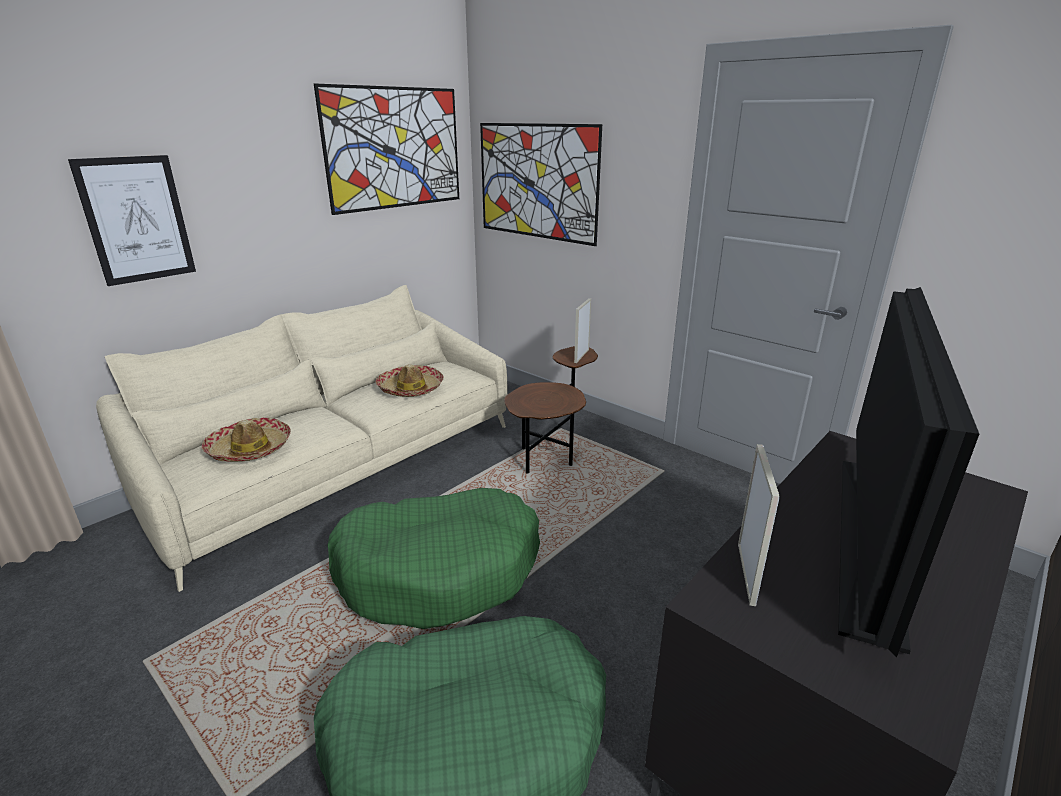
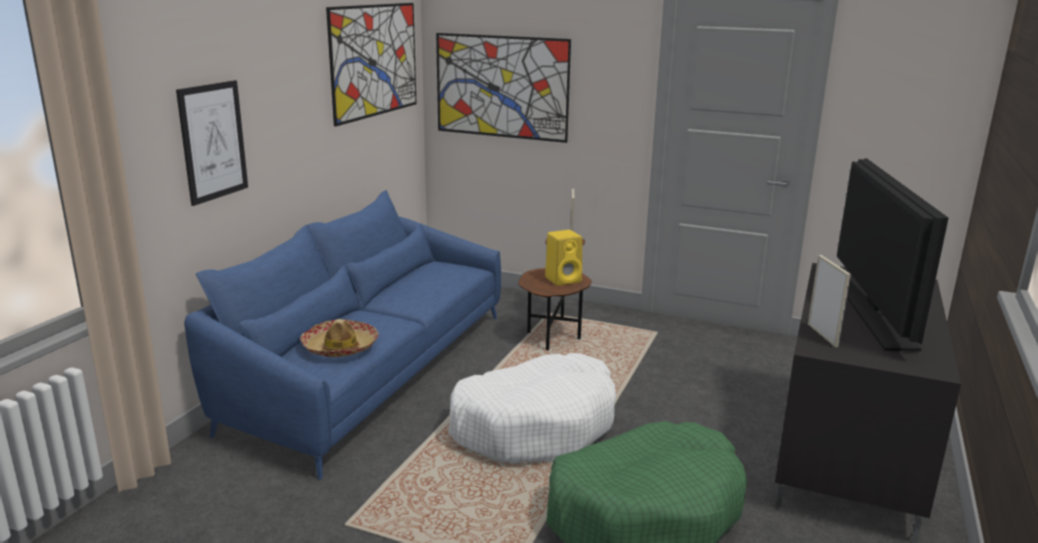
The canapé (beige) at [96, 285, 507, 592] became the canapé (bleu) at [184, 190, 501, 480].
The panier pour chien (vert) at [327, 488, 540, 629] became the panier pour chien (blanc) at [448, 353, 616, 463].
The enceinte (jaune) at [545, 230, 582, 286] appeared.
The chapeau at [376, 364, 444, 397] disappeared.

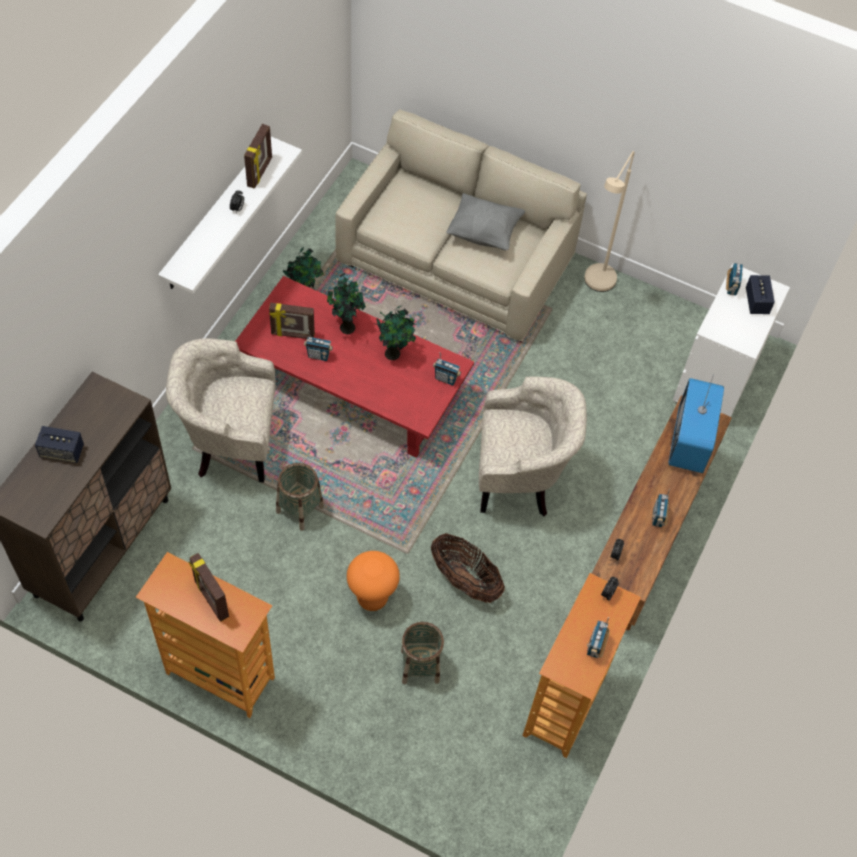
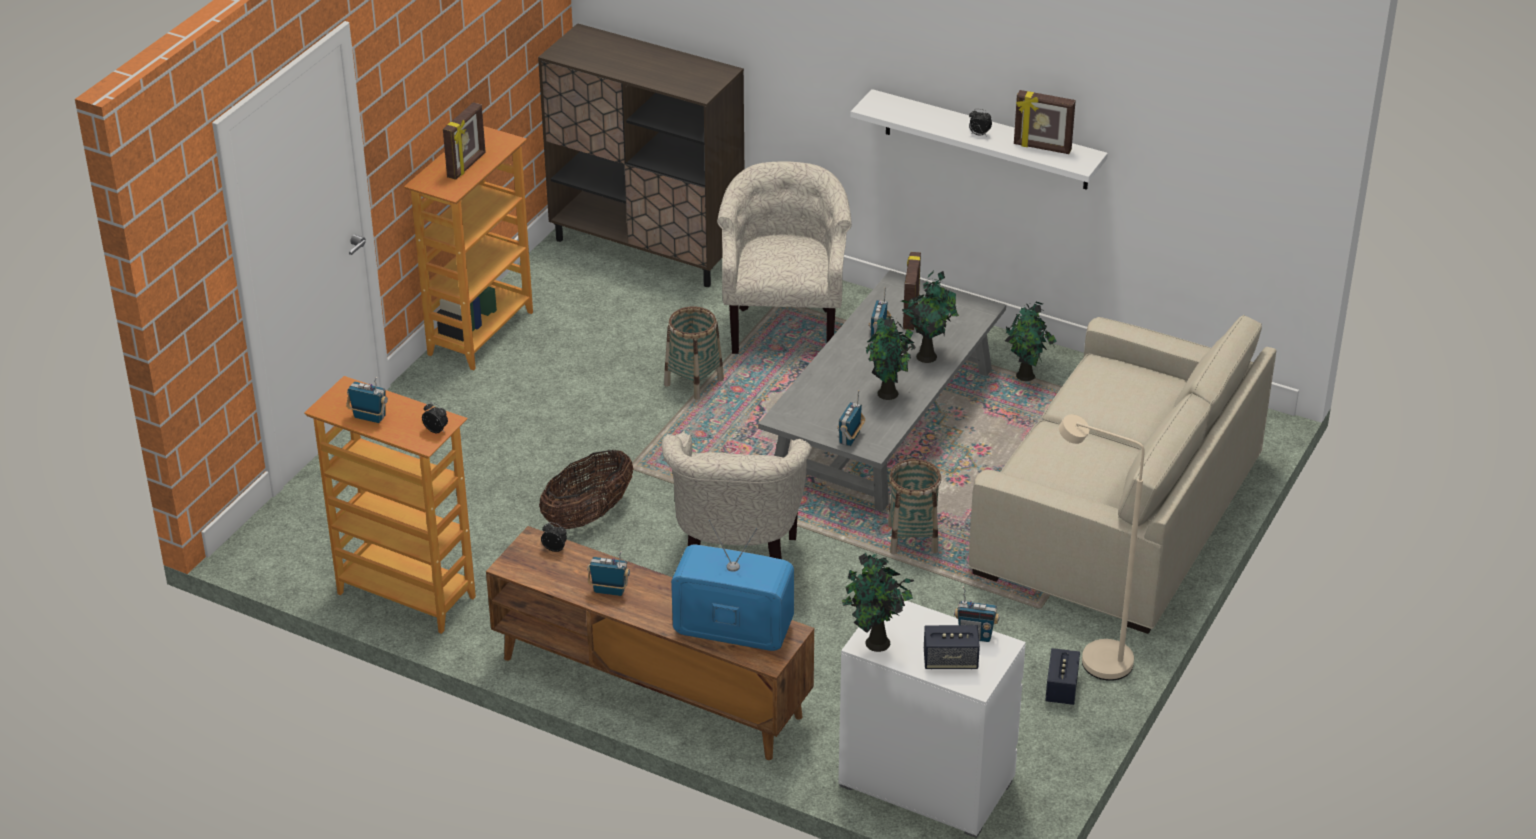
The cadre photo at [189, 553, 229, 621] turned 150 degrees clockwise.
The table basse (rouge) at [235, 276, 474, 458] became the table basse (gris) at [758, 270, 1006, 512].
The plante en pot at [842, 553, 914, 652] appeared.
The panier moved from [401, 622, 444, 684] to [888, 459, 941, 554].
The enceinte moved from [35, 426, 84, 463] to [1045, 648, 1080, 705].
The tabouret (orange) at [347, 551, 400, 611] disappeared.
The coussin (gris) at [446, 193, 525, 250] disappeared.

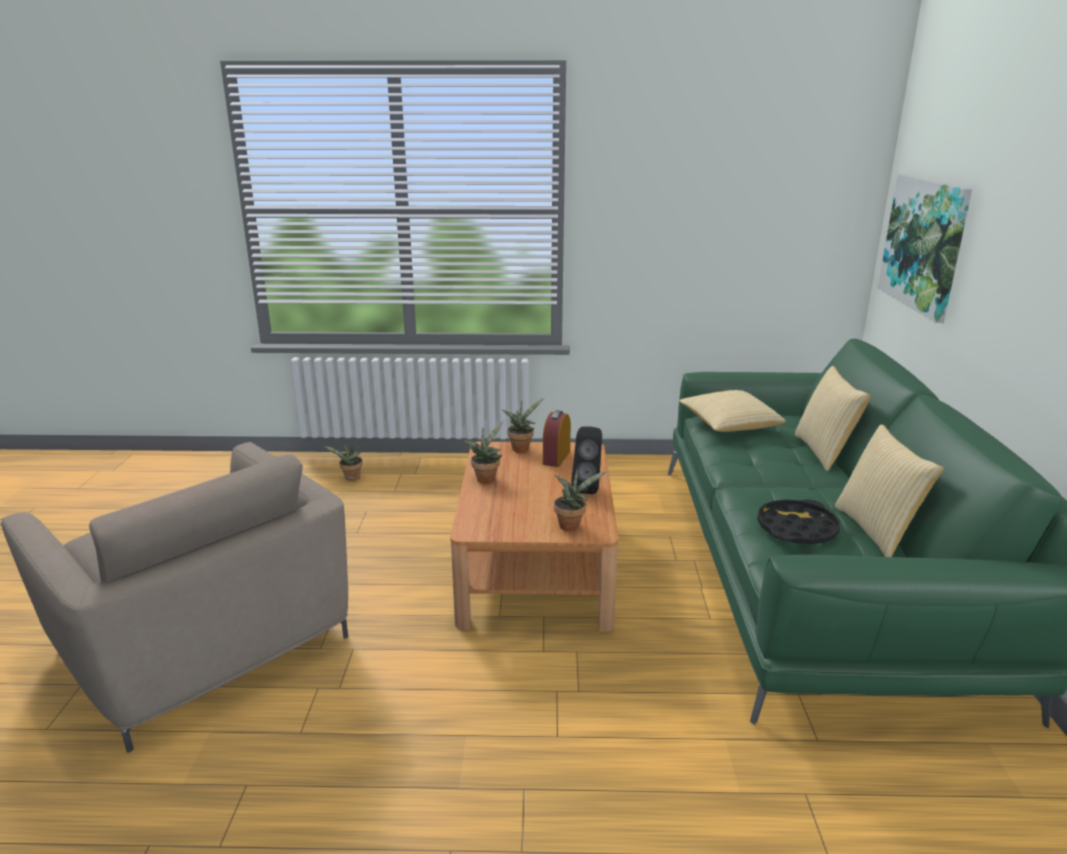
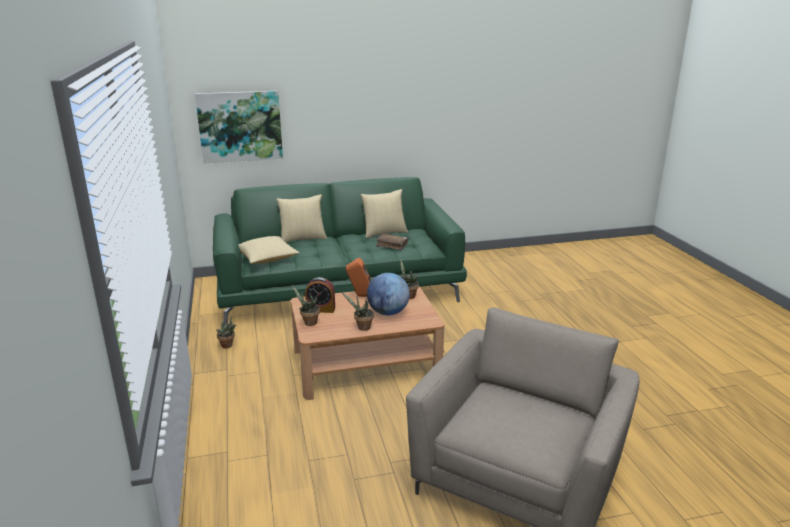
The plante en pot moved from [323, 443, 363, 481] to [216, 317, 236, 348].
The enceinte (noir) at [571, 426, 602, 494] became the enceinte (orange) at [346, 258, 371, 297].
The globe at [367, 273, 410, 315] appeared.
The plateau (noir) at [757, 499, 840, 544] was replaced by the livre (marron) at [376, 234, 408, 250].

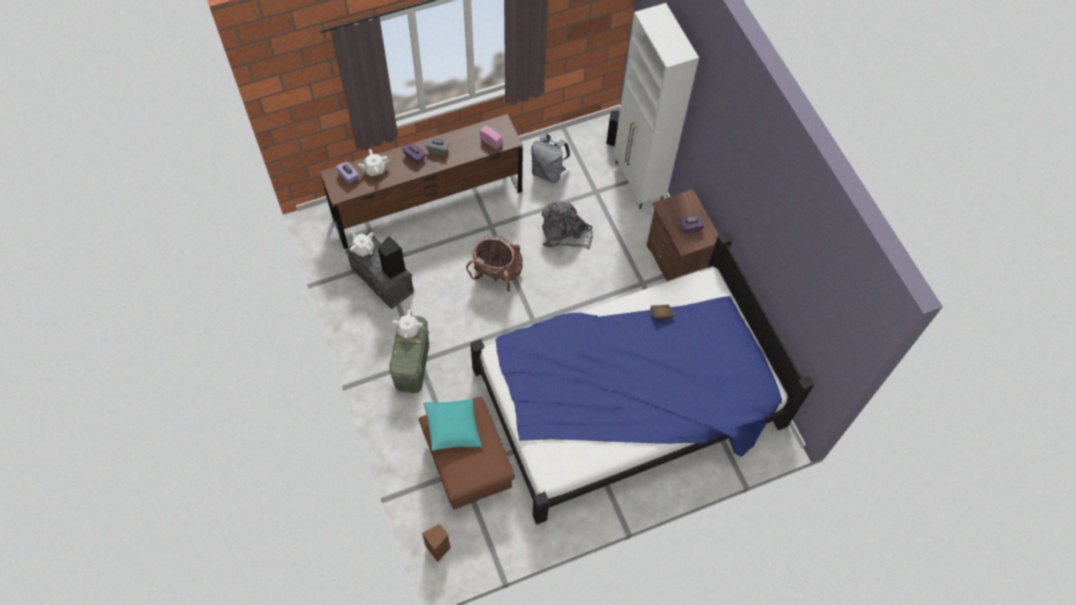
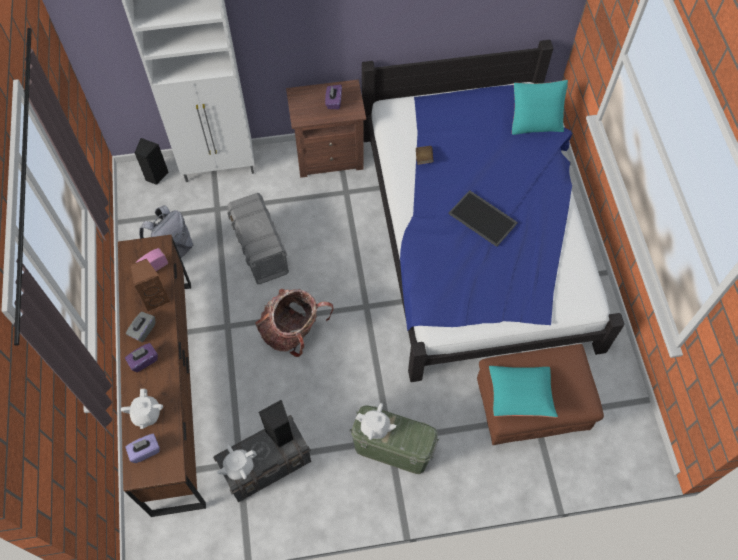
The enceinte (marron) moved from [422, 524, 451, 562] to [130, 259, 171, 312].
The sac à dos (gris) at [541, 202, 592, 250] was replaced by the boîte de rangement (gris) at [227, 193, 289, 284].
The plateau at [449, 190, 518, 247] appeared.
The coussin (turquoise) at [512, 80, 568, 135] appeared.

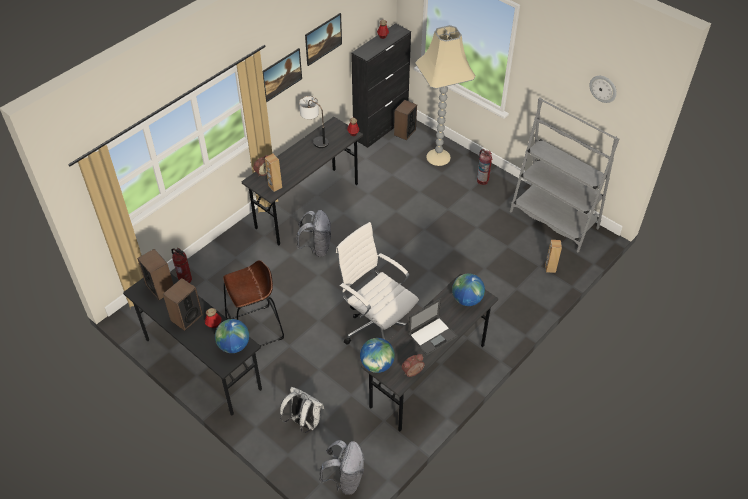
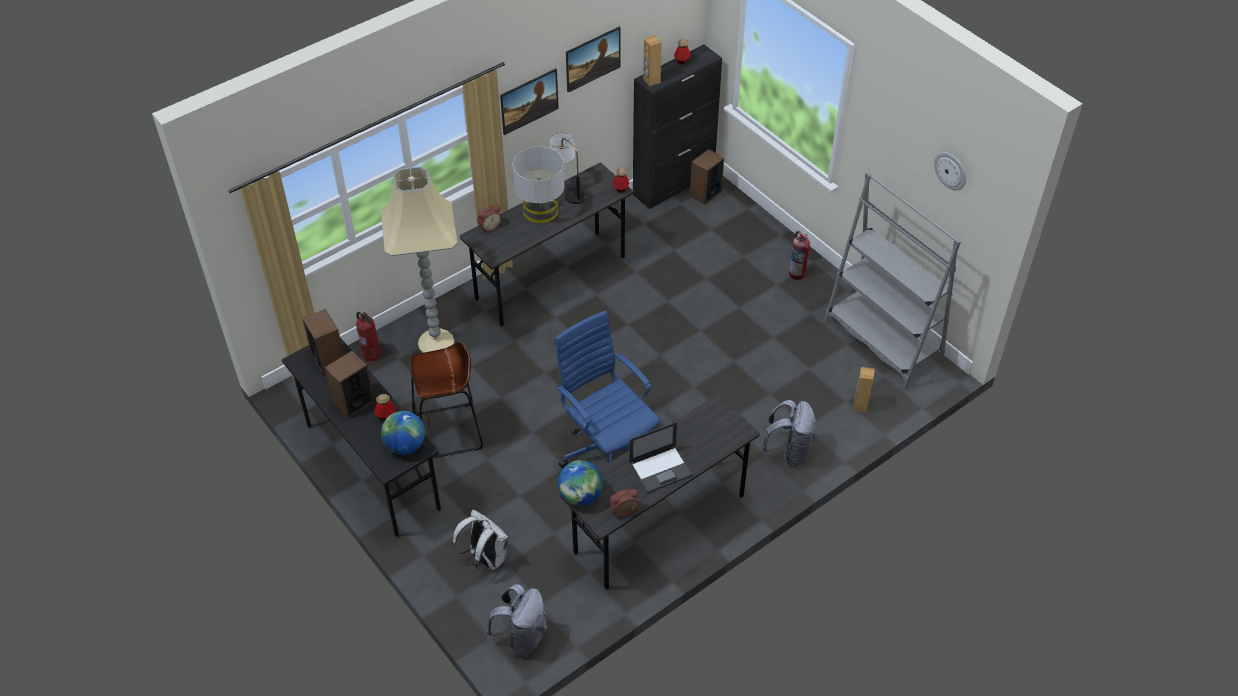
The lampadaire (beige) moved from [415, 25, 476, 166] to [381, 167, 458, 353].
The lampe de table (gris) at [513, 147, 565, 223] appeared.
The chaise de bureau (blanc) at [336, 222, 419, 345] became the chaise de bureau (bleu) at [555, 311, 660, 468].
The enceinte (marron) moved from [265, 154, 282, 192] to [643, 35, 662, 86].
The sac à dos (gris) moved from [296, 210, 331, 257] to [762, 400, 817, 467].
The globe at [452, 273, 485, 306] disappeared.

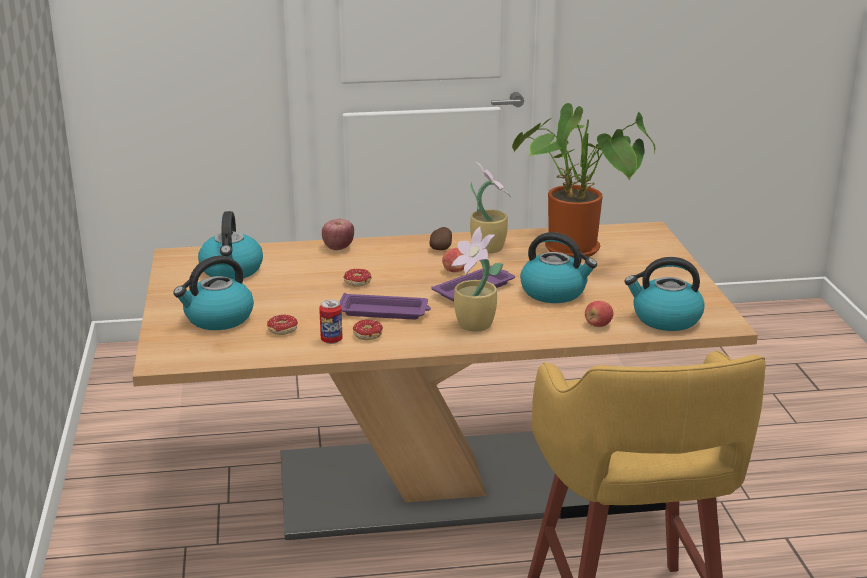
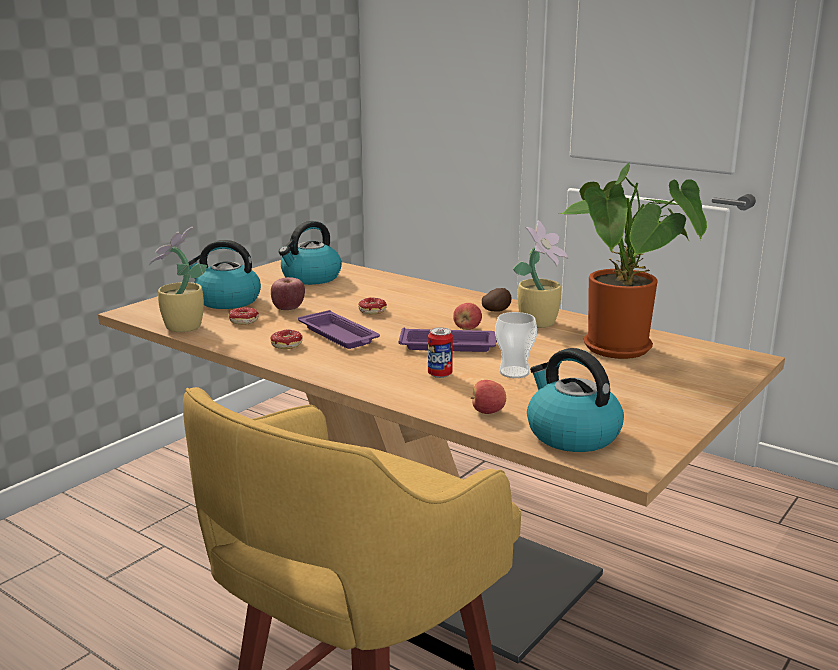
The plante en pot moved from [451, 227, 503, 332] to [149, 227, 207, 332].
The pomme moved from [322, 219, 354, 250] to [271, 277, 305, 310].
The boîte métallique moved from [319, 300, 343, 344] to [428, 327, 453, 378].
The bouilloire at [520, 232, 597, 303] was replaced by the tasse at [495, 312, 537, 378].

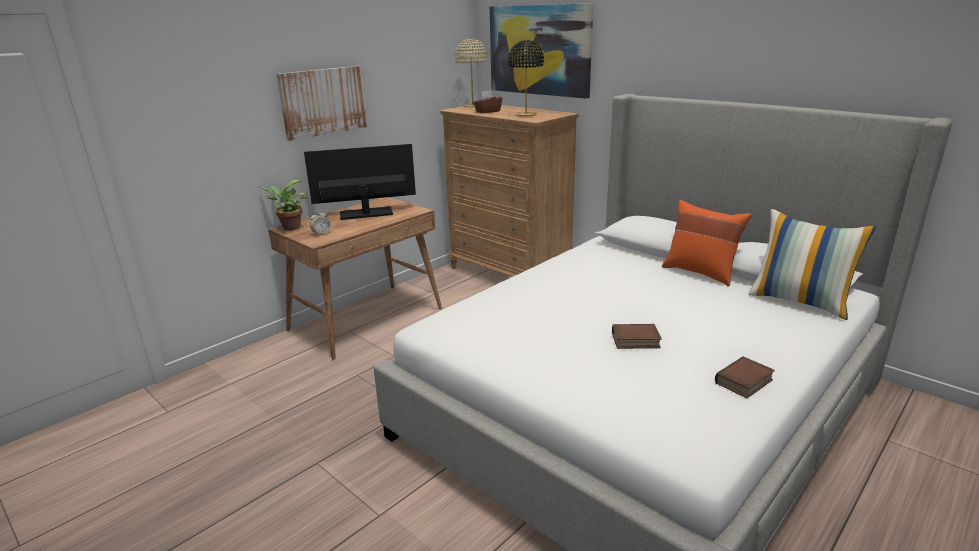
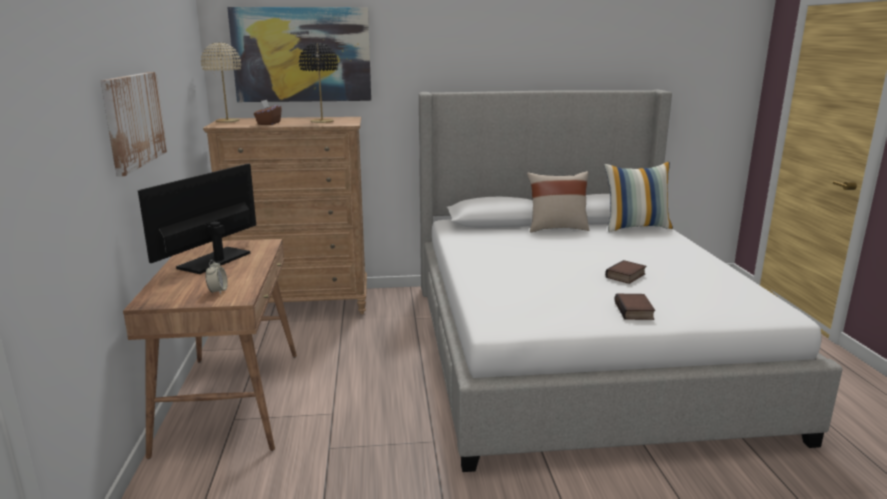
The coussin (orange) at [662, 200, 752, 286] became the coussin (beige) at [527, 171, 589, 233].
The livre moved from [715, 357, 775, 398] to [614, 294, 655, 320].
The plante en pot at [261, 180, 307, 230] disappeared.

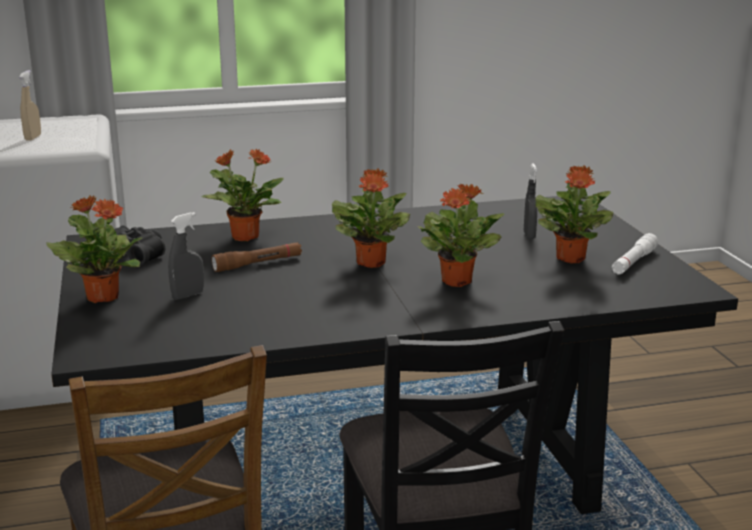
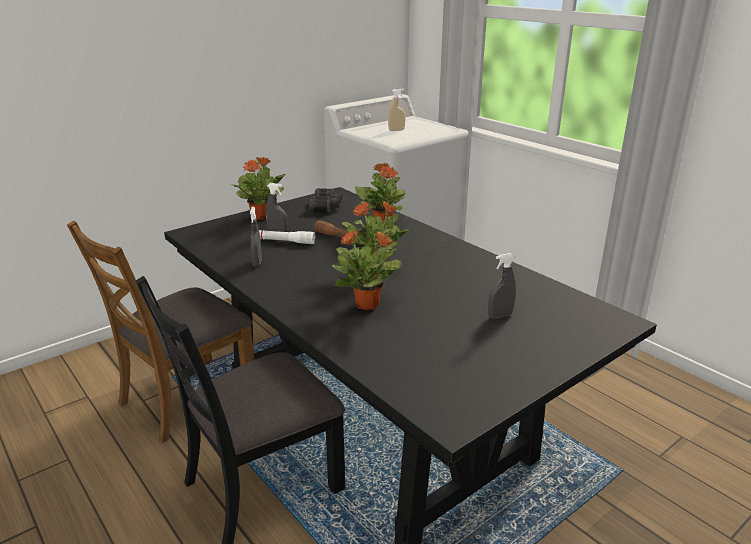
The vaporisateur (gris) at [250, 207, 262, 266] appeared.
The lampe de poche (blanc) moved from [612, 233, 658, 275] to [259, 230, 315, 244].
The plante en pot at [535, 165, 613, 263] disappeared.

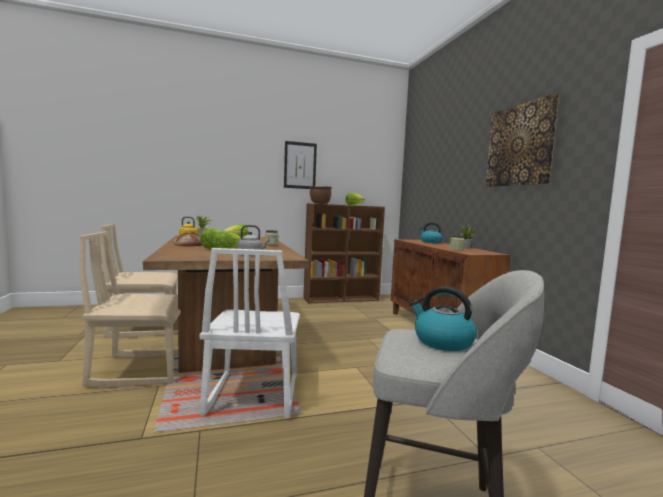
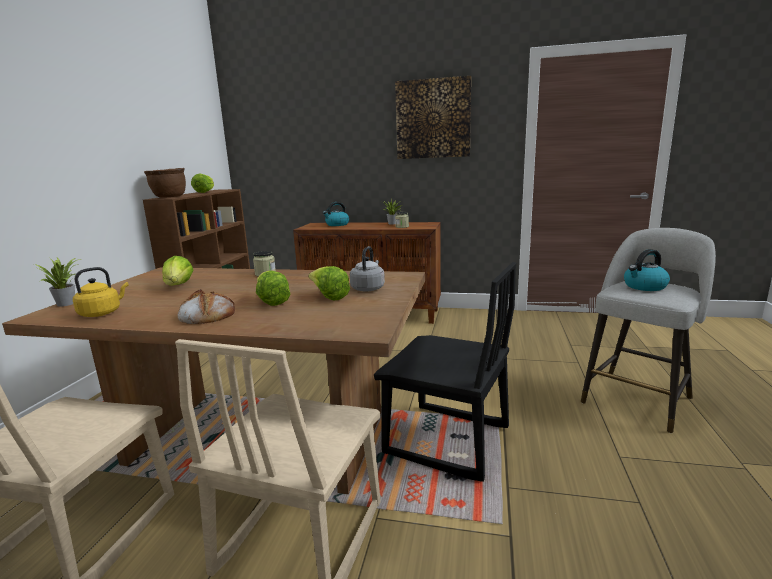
The chaise (blanc) at [199, 248, 300, 418] became the chaise (noir) at [374, 262, 516, 482].
The tableau at [284, 141, 317, 189] disappeared.

